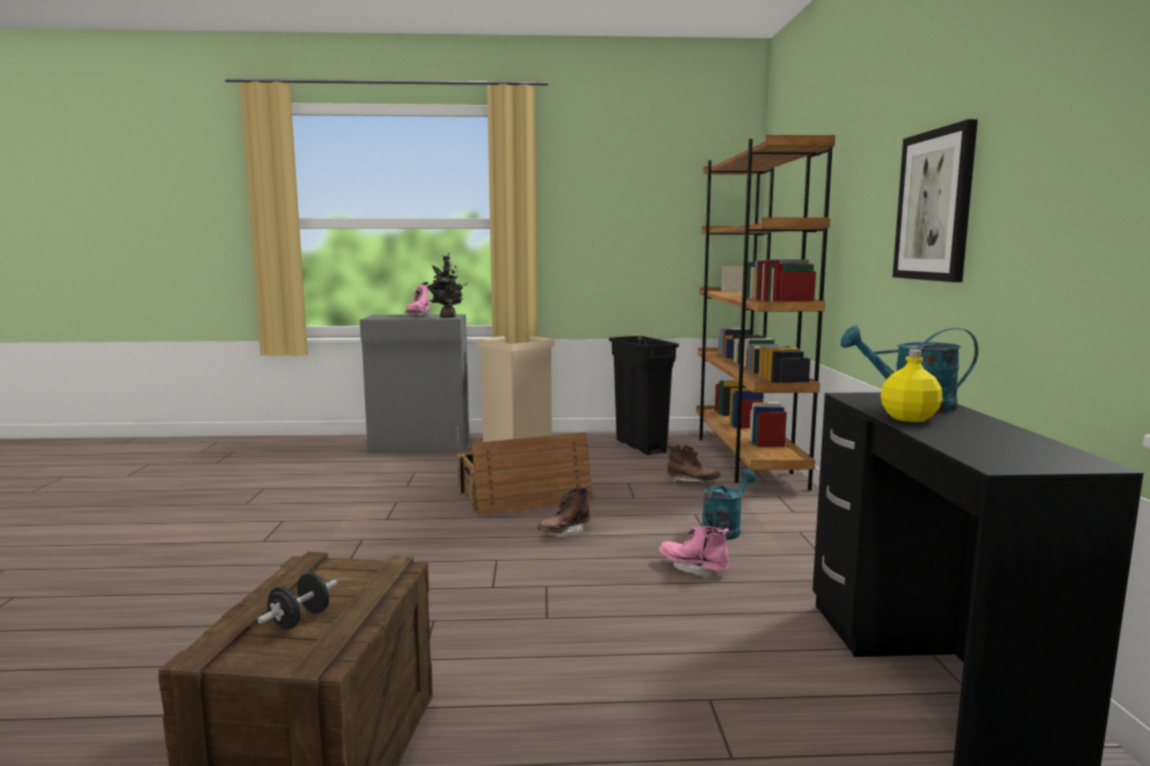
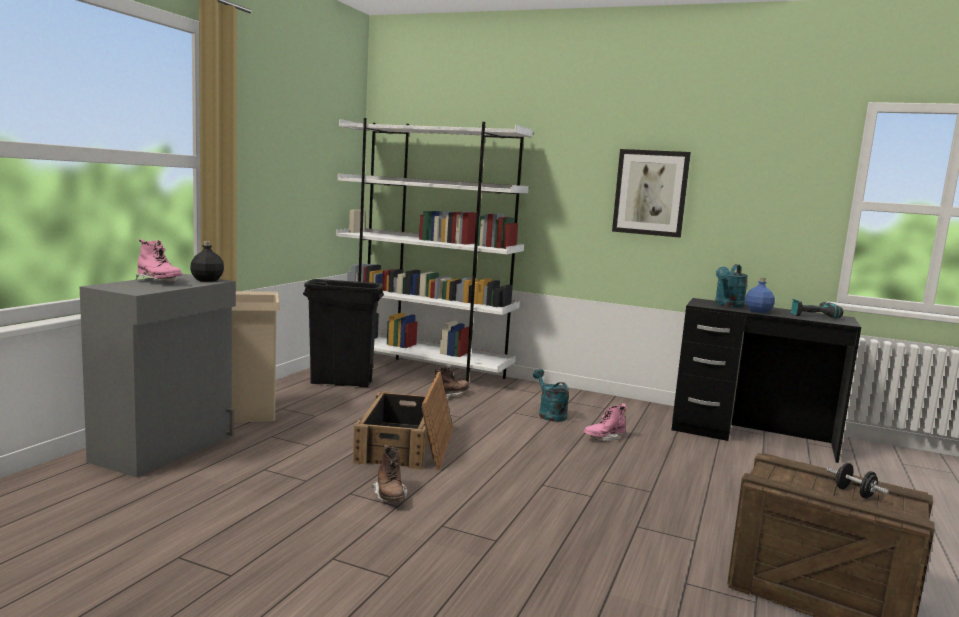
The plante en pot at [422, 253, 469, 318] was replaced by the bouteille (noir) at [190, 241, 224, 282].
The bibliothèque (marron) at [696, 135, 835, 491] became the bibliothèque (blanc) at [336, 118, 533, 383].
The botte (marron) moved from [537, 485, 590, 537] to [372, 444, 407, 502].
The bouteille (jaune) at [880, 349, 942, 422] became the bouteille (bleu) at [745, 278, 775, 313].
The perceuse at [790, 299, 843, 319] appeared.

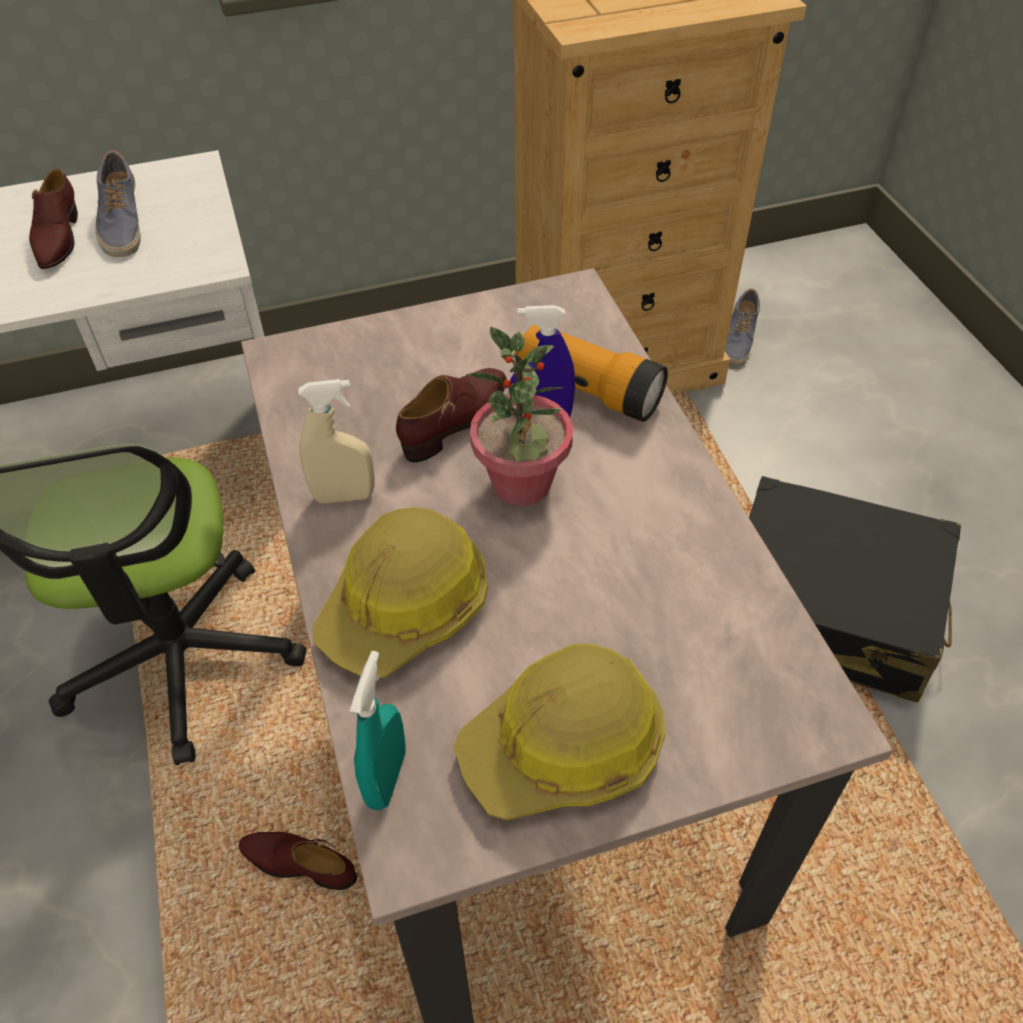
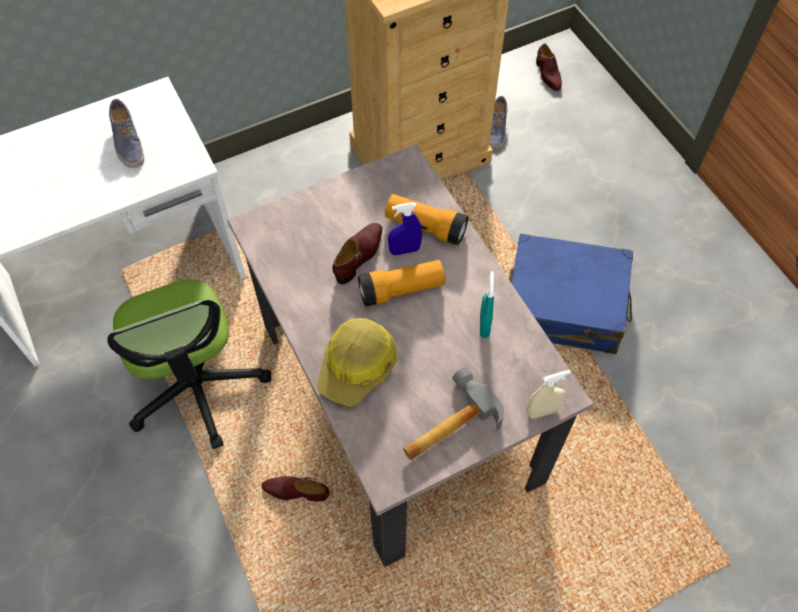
The plante en pot at [466, 327, 573, 506] was replaced by the lampe de poche at [358, 260, 445, 307].
The casque de chantier at [454, 644, 666, 820] was replaced by the marteau at [403, 367, 504, 460].
The vaporisateur (turquoise) moved from [350, 651, 406, 810] to [480, 271, 495, 338].
The valise (noir) at [749, 476, 961, 702] became the valise (bleu) at [509, 233, 633, 354].
The vaporisateur (beige) moved from [298, 379, 375, 503] to [527, 370, 571, 419].
The chaussure (marron) moved from [29, 169, 78, 269] to [536, 44, 562, 91].

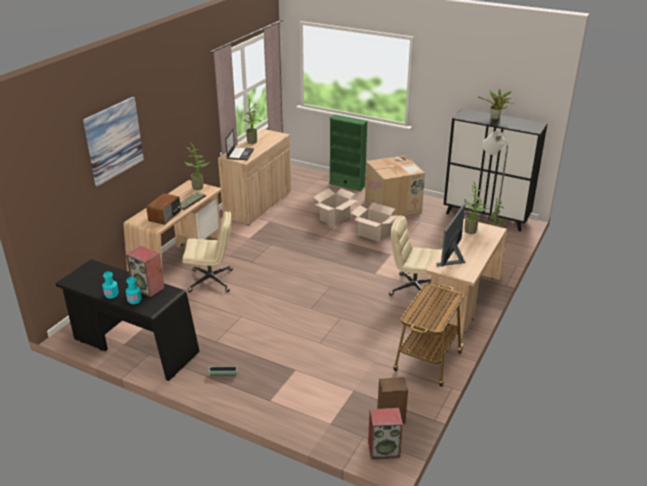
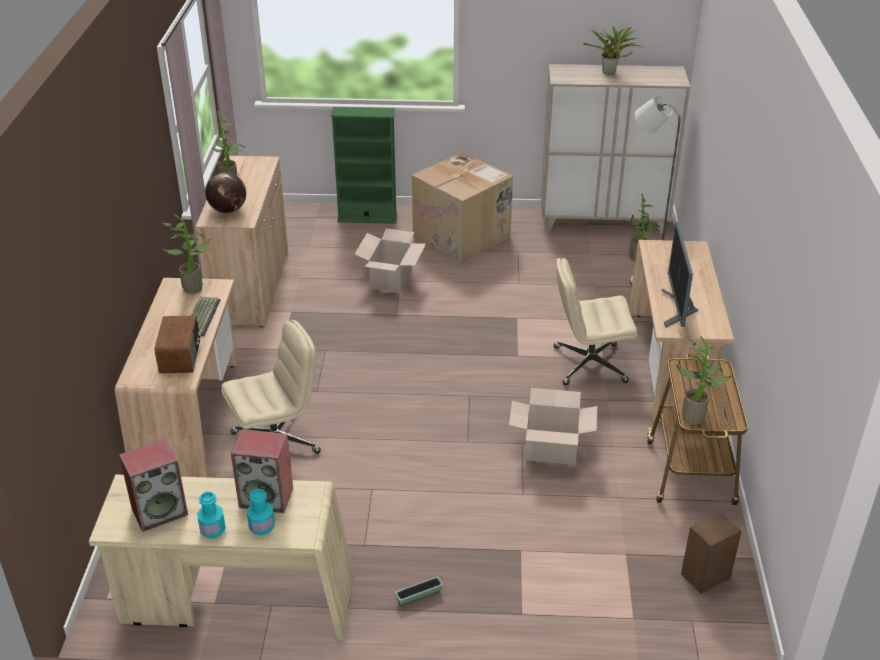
The bureau (noir) at [55, 259, 200, 381] became the bureau (beige) at [89, 475, 353, 640].
The enceinte moved from [368, 408, 403, 460] to [119, 439, 188, 532].
The ordinateur portable at [225, 129, 254, 160] was replaced by the globe at [205, 172, 246, 213].
The carton moved from [351, 202, 399, 242] to [509, 388, 597, 465].
The meuble de rangement (noir) at [444, 109, 548, 232] became the meuble de rangement (beige) at [541, 64, 690, 234].
The plante en pot moved from [464, 182, 490, 234] to [676, 336, 733, 425].
The tableau at [83, 97, 144, 186] disappeared.

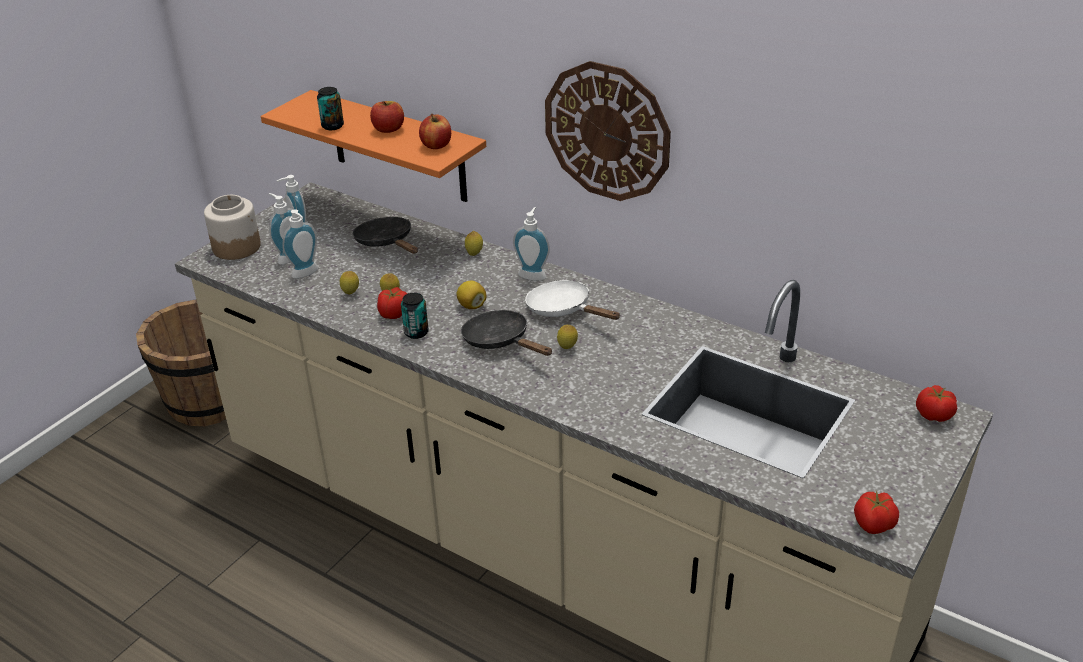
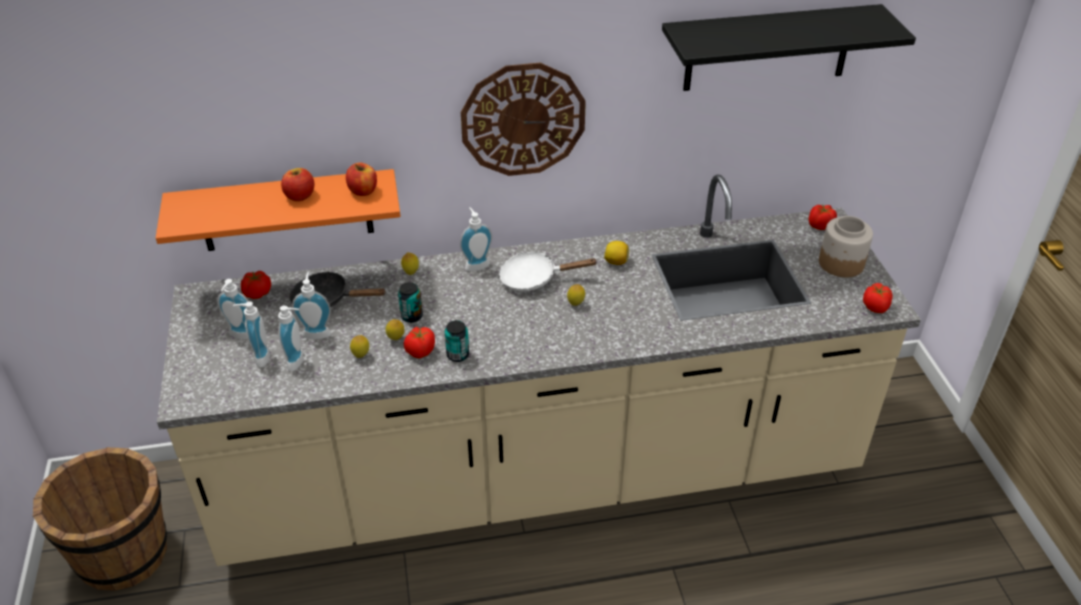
The tomate at [241, 271, 271, 299] appeared.
The distributeur de savon at [292, 272, 331, 340] appeared.
The boîte métallique moved from [317, 87, 344, 130] to [398, 282, 423, 323].
The citron moved from [457, 281, 487, 309] to [604, 241, 629, 265].
The étagère (noir) at [662, 4, 916, 91] appeared.
The bocal moved from [204, 195, 261, 260] to [819, 216, 873, 277].
The poêle (noir) at [461, 310, 552, 356] disappeared.

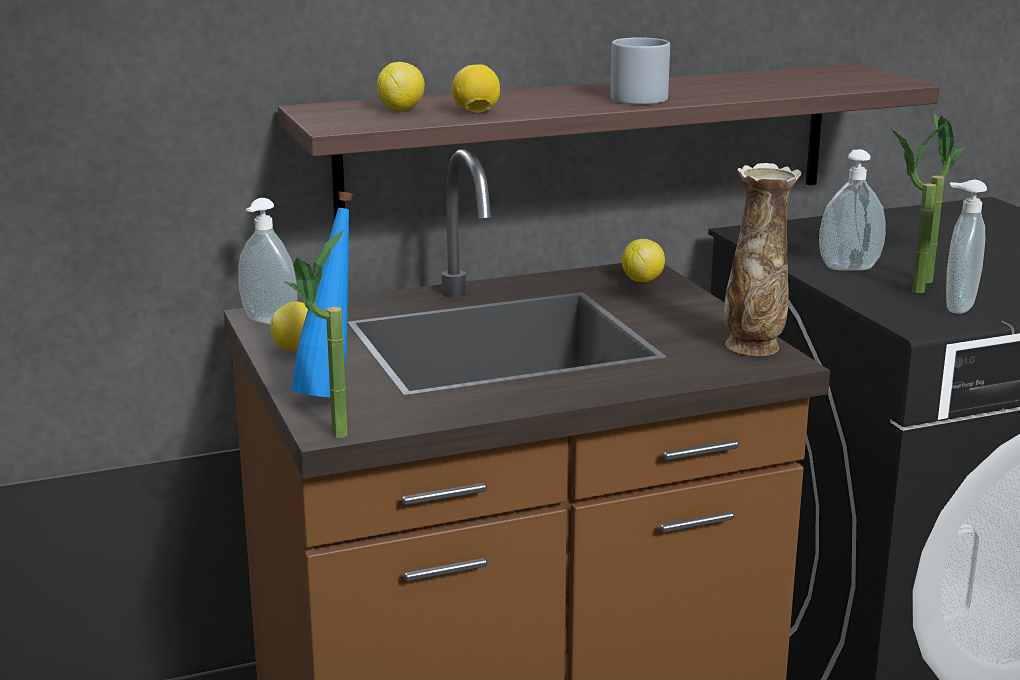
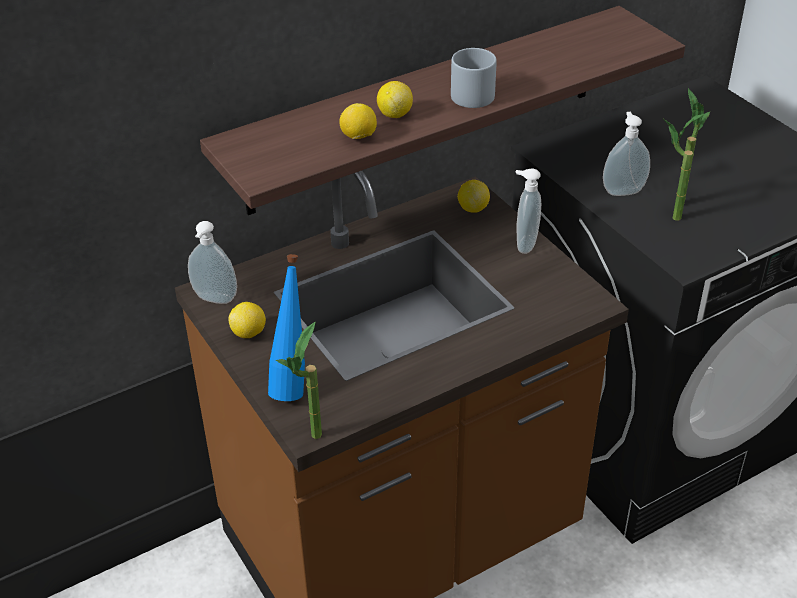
The citron moved from [377, 62, 425, 110] to [377, 81, 413, 118].
The distributeur de savon moved from [946, 180, 987, 314] to [516, 169, 541, 254].
The vase at [724, 163, 801, 356] disappeared.

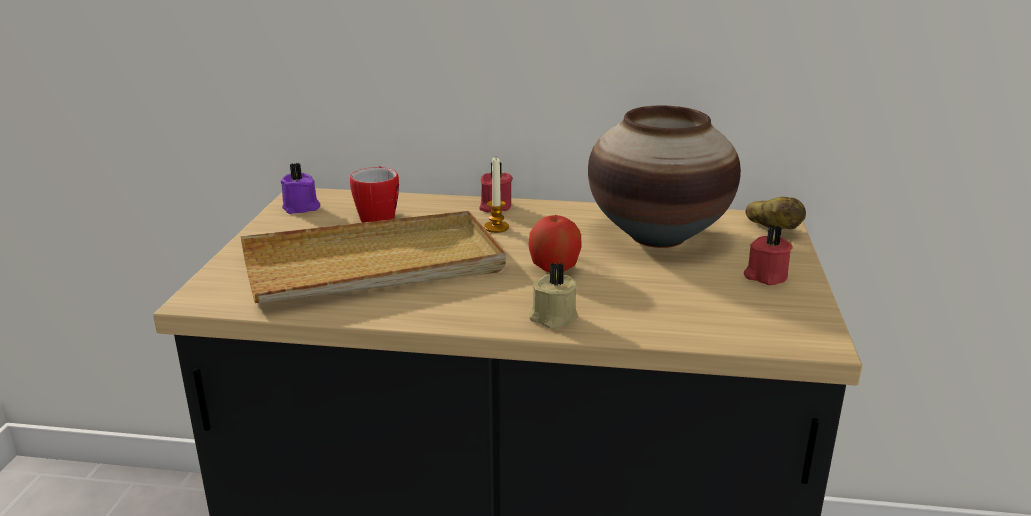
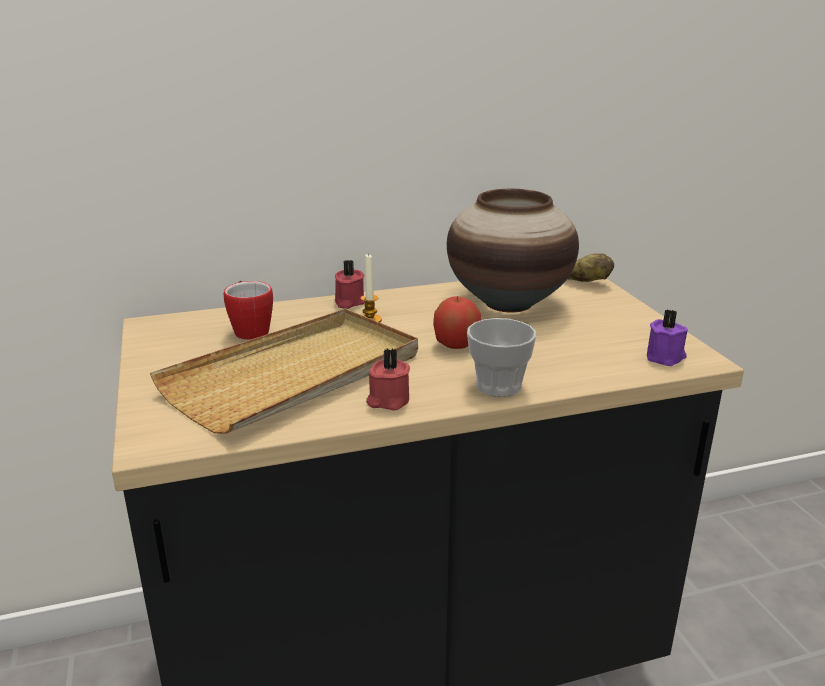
The bougie (rouge) moved from [744, 225, 793, 285] to [366, 348, 410, 411].
The bougie (beige) at [529, 263, 578, 329] was replaced by the tasse at [467, 318, 536, 397].
The bougie (violet) moved from [280, 163, 320, 214] to [647, 309, 688, 366].

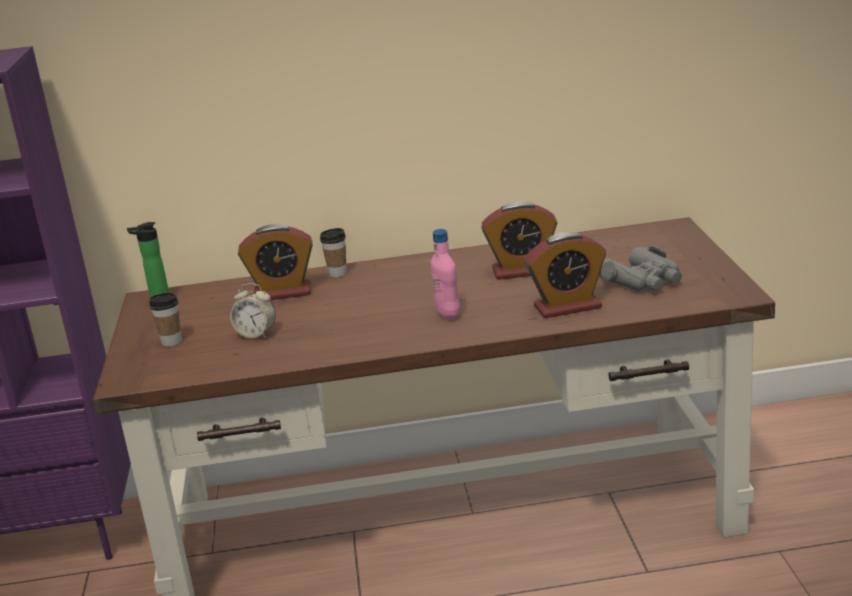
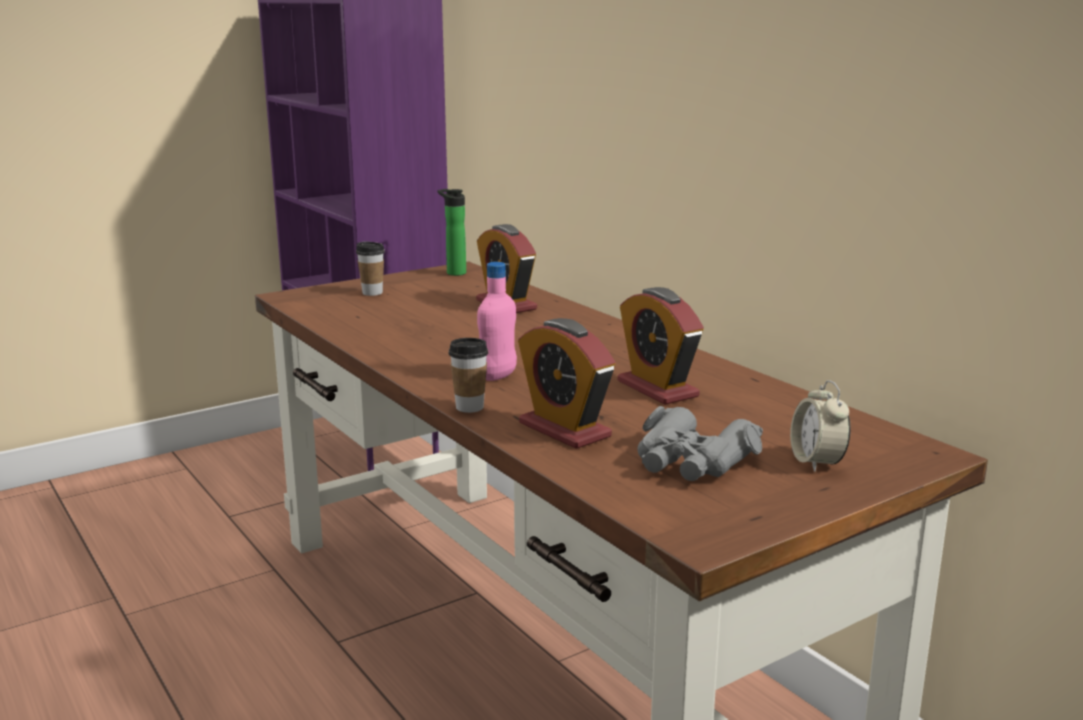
The tasse moved from [320, 228, 347, 277] to [449, 338, 488, 413].
The réveil moved from [230, 283, 276, 338] to [790, 380, 851, 472].

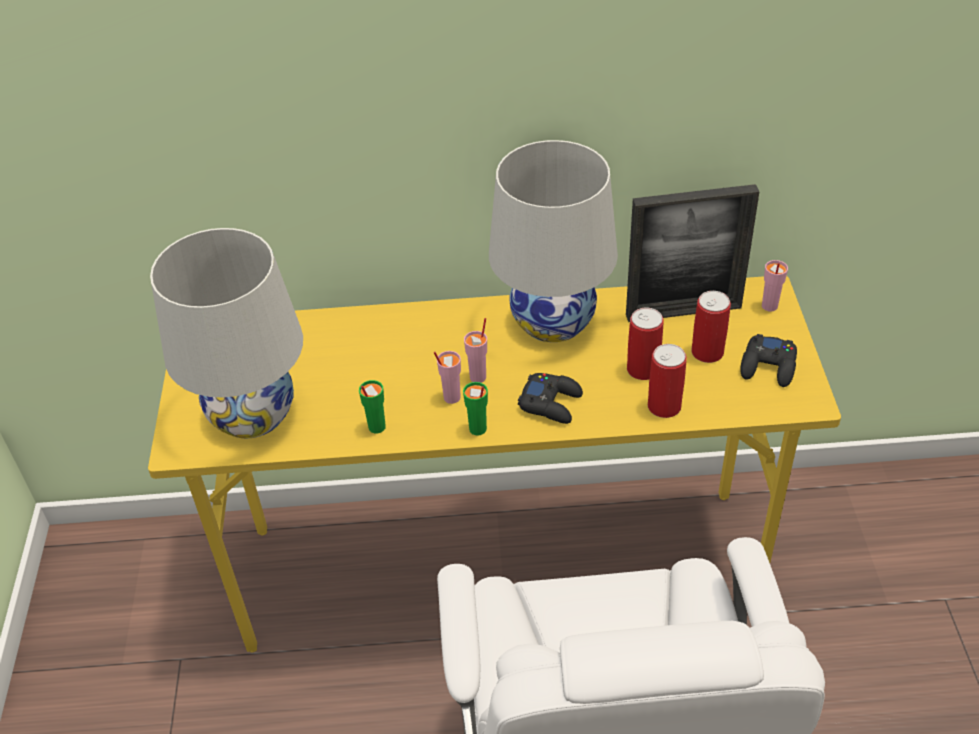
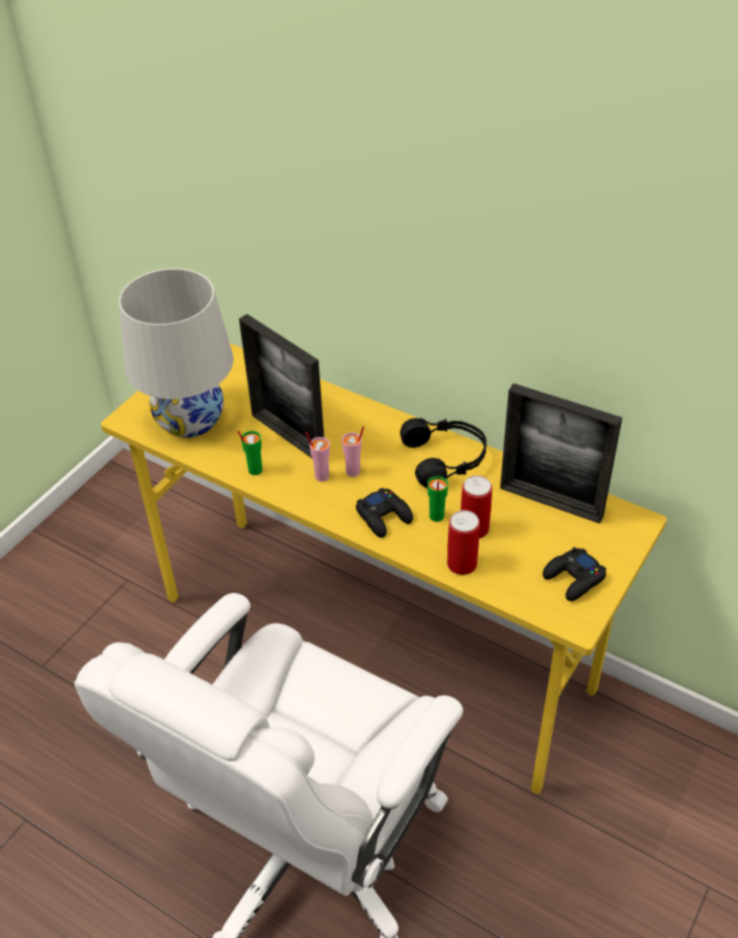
The cadre photo at [239, 314, 324, 459] appeared.
The lampe de table (blanc) at [489, 140, 618, 342] was replaced by the casque audio (noir) at [400, 418, 487, 488].
The tasse (vert) moved from [463, 382, 488, 436] to [427, 476, 448, 522].
The boîte métallique at [691, 291, 731, 363] disappeared.
The tasse (rose) at [762, 260, 788, 312] disappeared.

